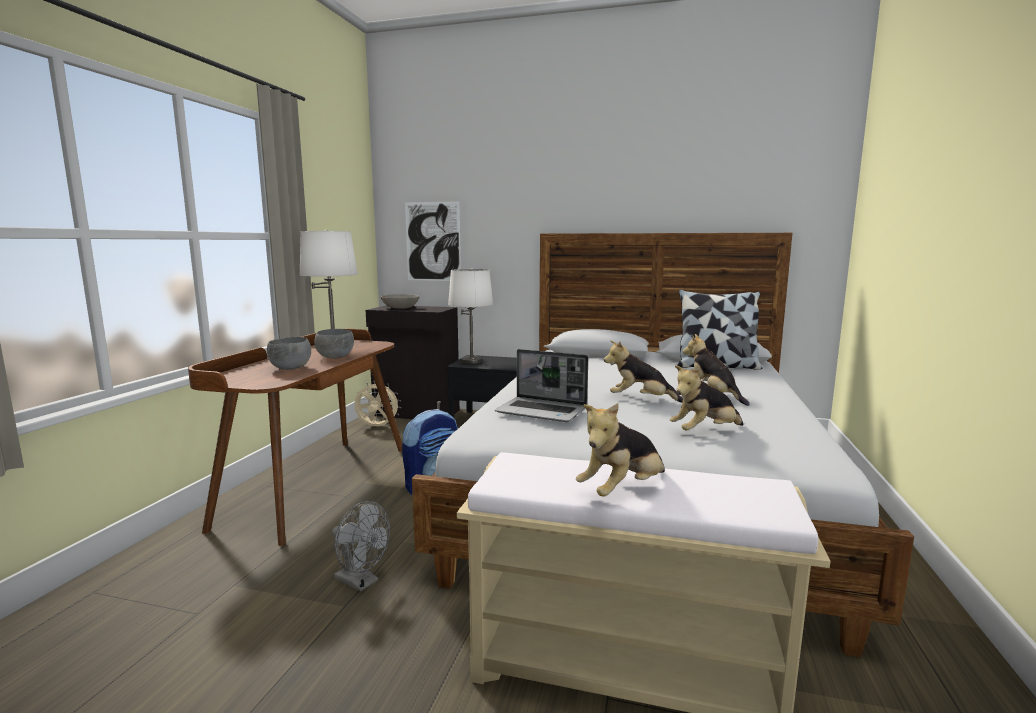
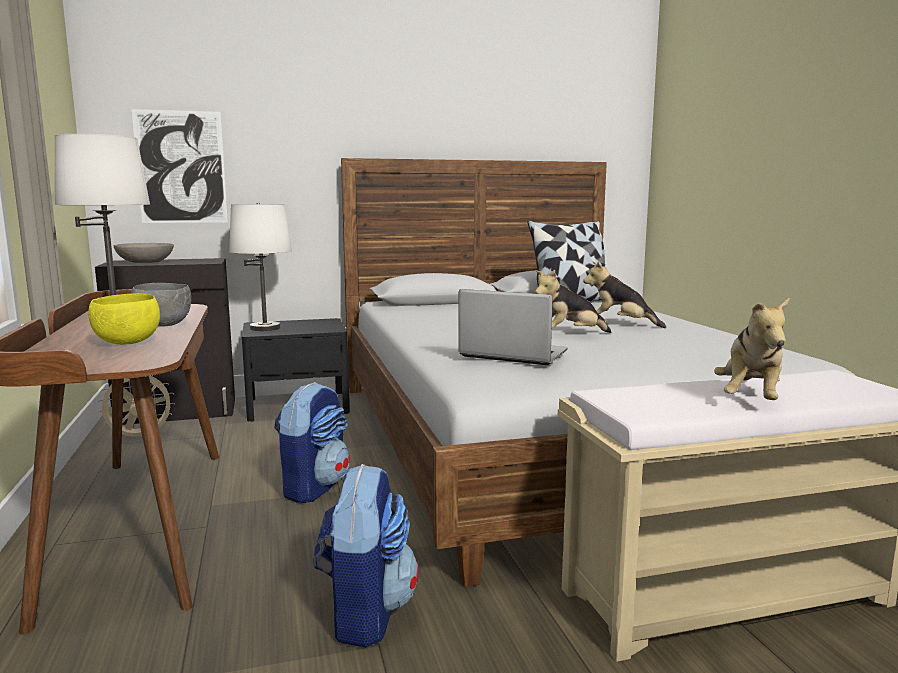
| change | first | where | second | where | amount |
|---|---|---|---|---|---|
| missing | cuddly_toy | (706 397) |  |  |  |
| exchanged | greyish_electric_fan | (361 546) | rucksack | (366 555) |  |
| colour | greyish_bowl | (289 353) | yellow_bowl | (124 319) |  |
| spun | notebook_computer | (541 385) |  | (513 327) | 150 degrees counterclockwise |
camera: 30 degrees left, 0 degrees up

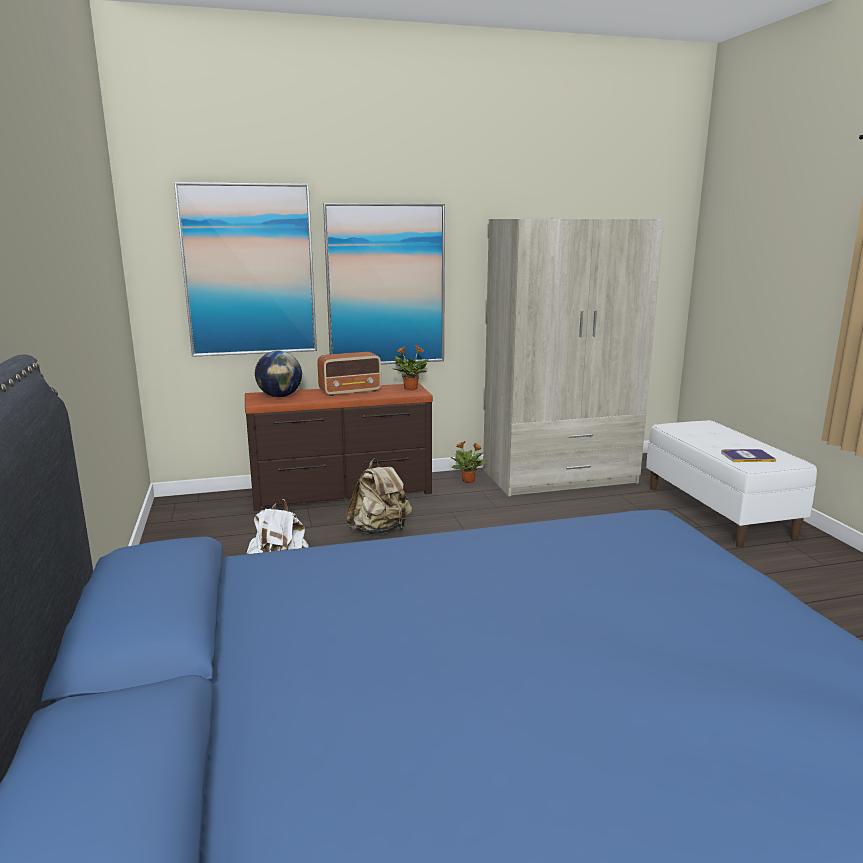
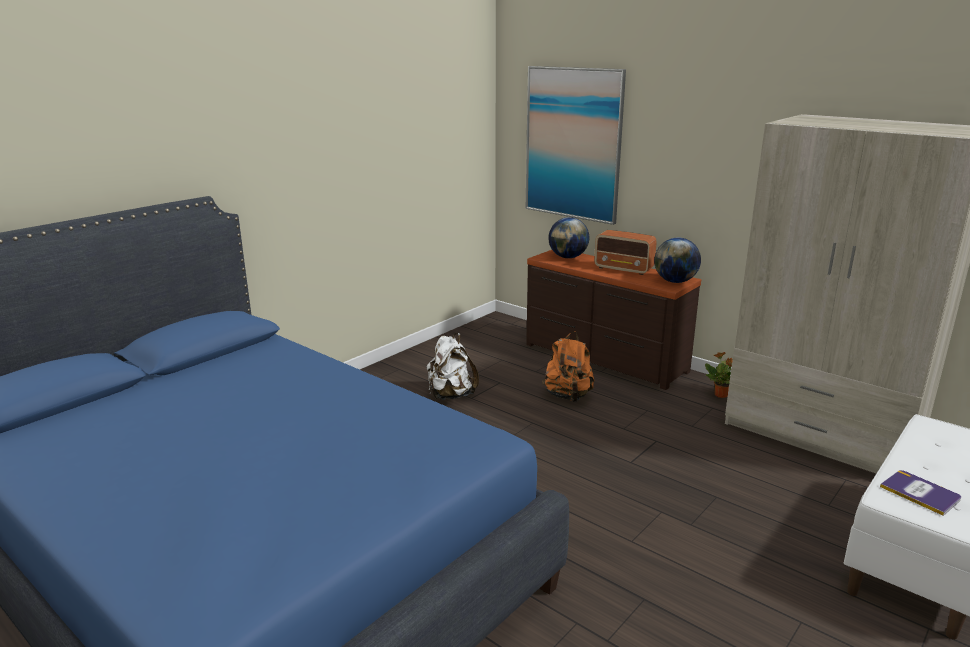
| change | first | where | second | where | amount |
|---|---|---|---|---|---|
| missing | wall_art | (384 283) |  |  |  |
| exchanged | houseplant | (410 367) | globe | (677 260) |  |
| colour | beige-coloured_rucksack | (379 496) | orange_rucksack | (568 366) |  |
camera: 55 degrees right, 5 degrees up

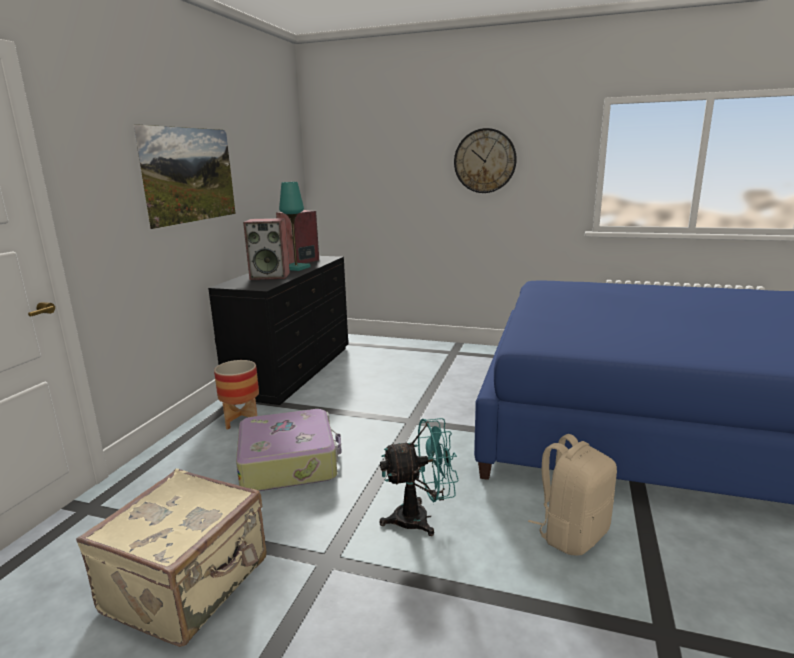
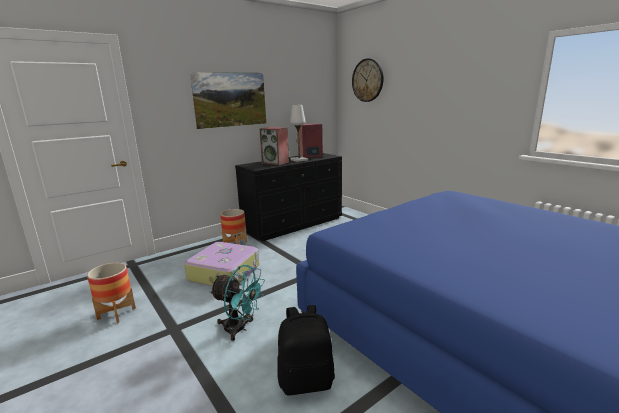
| change | first | where | second | where | amount |
|---|---|---|---|---|---|
| relocated | hanging_clock | (485 160) |  | (368 80) |  |
| exchanged | beige-coloured_travel_case | (171 558) | plant_pot | (111 293) |  |
| colour | turquoise_lamp_for_a_table | (294 226) | white_lamp_for_a_table | (299 133) |  |
| colour | beige-coloured_rucksack | (572 495) | blackish_rucksack | (306 350) |  |
camera: 35 degrees right, 0 degrees up

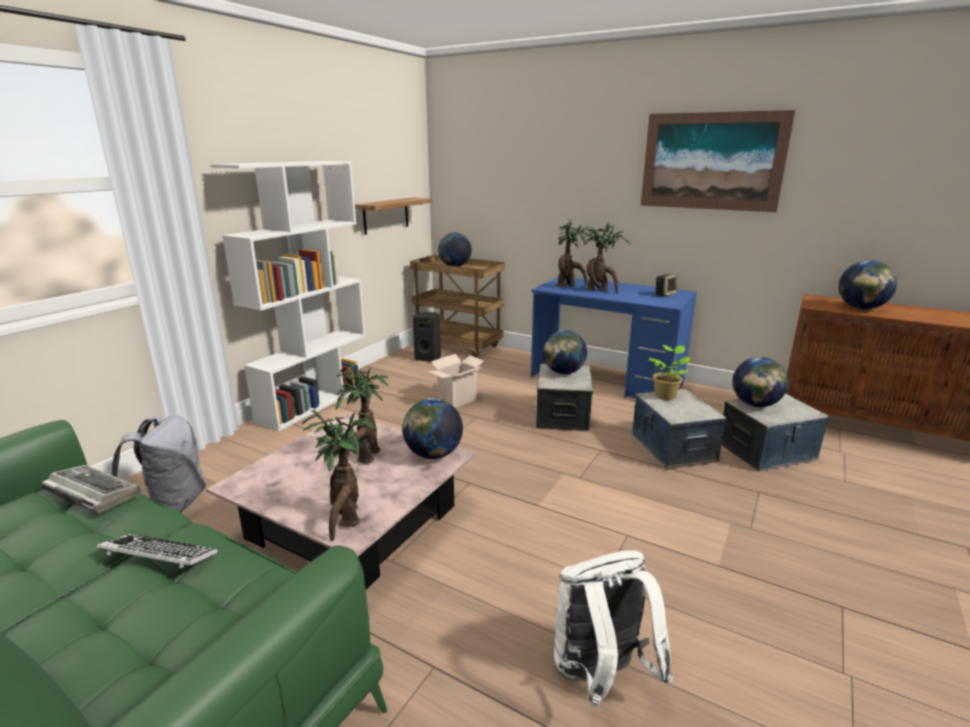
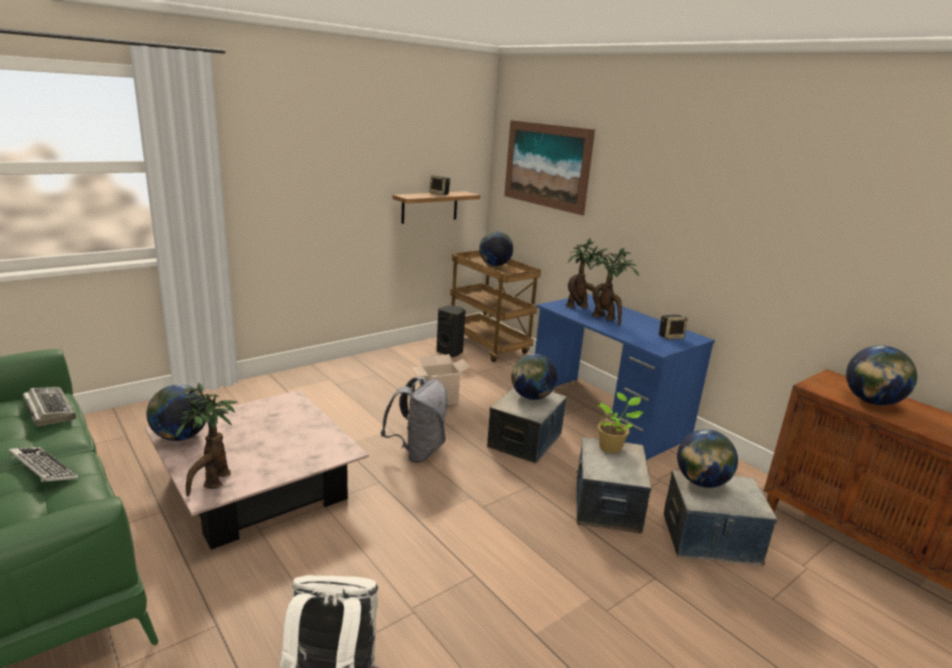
| change | first | where | second | where | amount |
|---|---|---|---|---|---|
| missing | white_bookcase | (287 296) |  |  |  |
| missing | houseplant | (362 412) |  |  |  |
| appeared |  |  | audio_speaker | (439 185) |  |
| relocated | greyish_rucksack | (158 464) |  | (414 420) |  |
| relocated | globe | (432 428) |  | (176 412) |  |
| relocated | wall_art | (718 161) |  | (549 168) |  |
camera: 20 degrees right, 0 degrees up

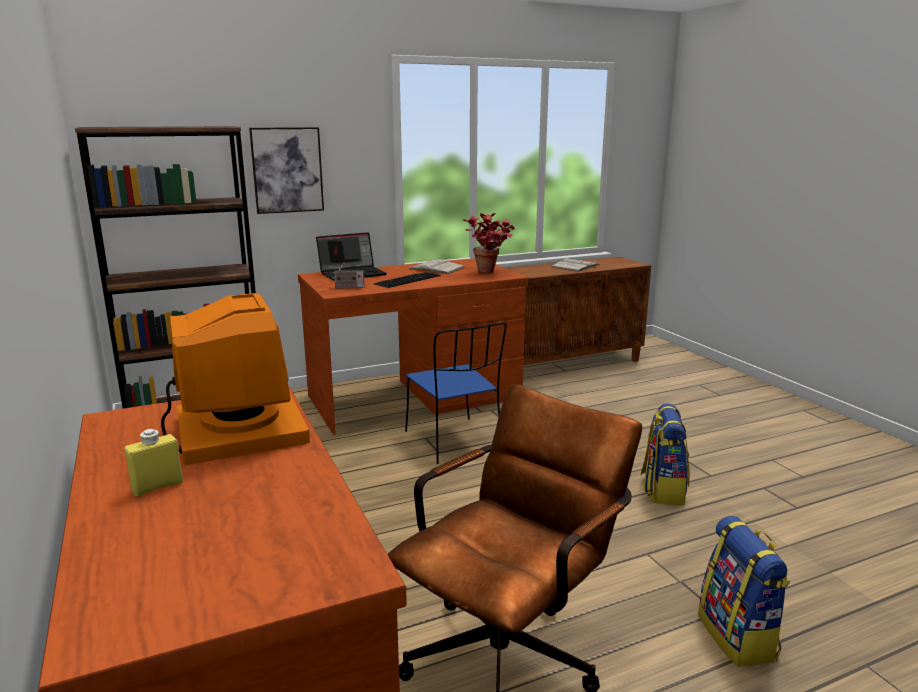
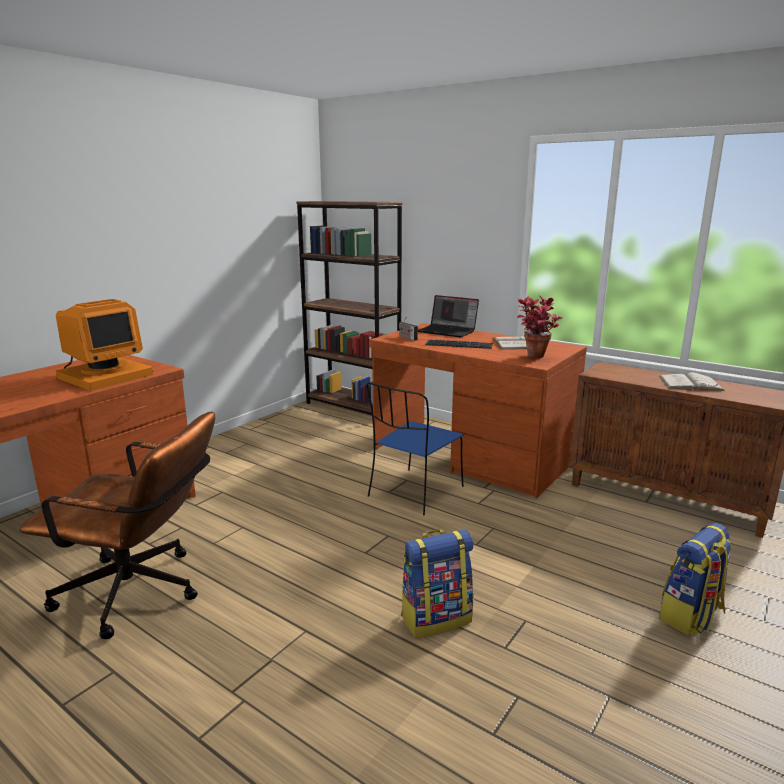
| change | first | where | second | where | amount |
|---|---|---|---|---|---|
| missing | yellow_beverage_bottle | (153 463) |  |  |  |
| missing | wall_art | (286 170) |  |  |  |
| relocated | rucksack | (744 591) |  | (695 579) |  |
camera: 60 degrees right, 0 degrees up

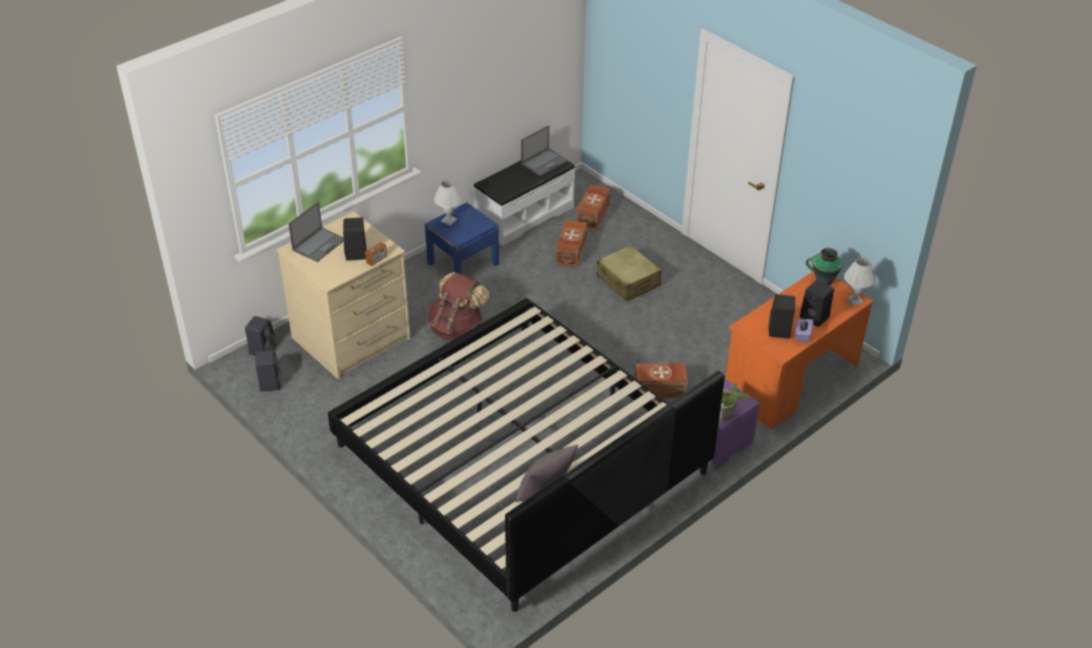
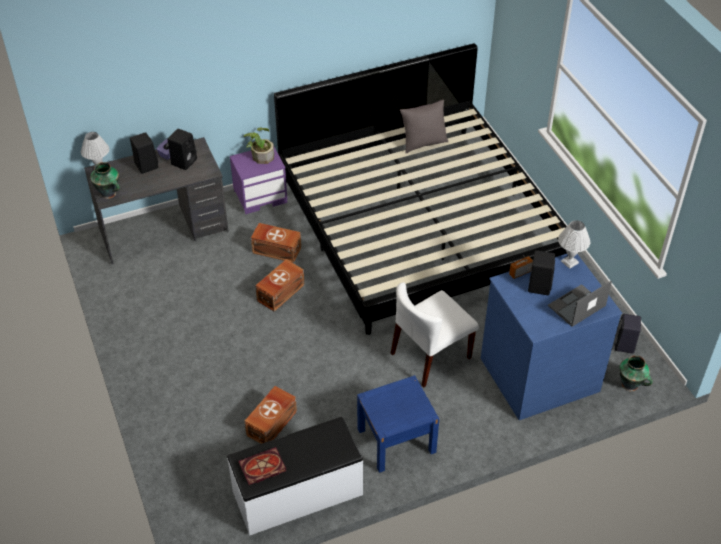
| change | first | where | second | where | amount |
|---|---|---|---|---|---|
| missing | beige-coloured_travel_case | (629 273) |  |  |  |
| relocated | white_lamp_for_a_table | (448 202) |  | (574 244) |  |
| relocated | brown-coloured_storage_box | (593 207) |  | (279 285) |  |
| exchanged | blackish_audio_speaker | (260 336) | flower_vase | (636 373) |  |
| exchanged | brown-coloured_rucksack | (458 307) | white_plain_chair | (435 335) |  |
| exchanged | notebook_computer | (544 150) | book | (262 466) |  |
| colour | beige-coloured_chest_of_drawers | (343 295) | blue_chest_of_drawers | (551 337) |  |
| colour | orange_desk | (799 350) | greyish_desk | (156 200) |  |
camera: 160 degrees left, 5 degrees up

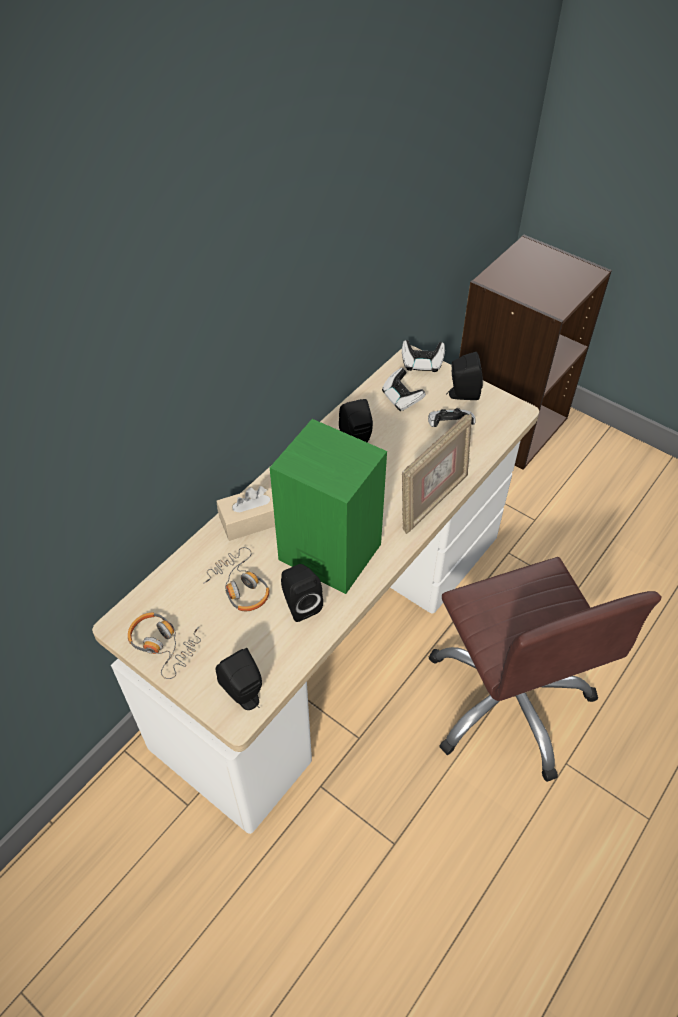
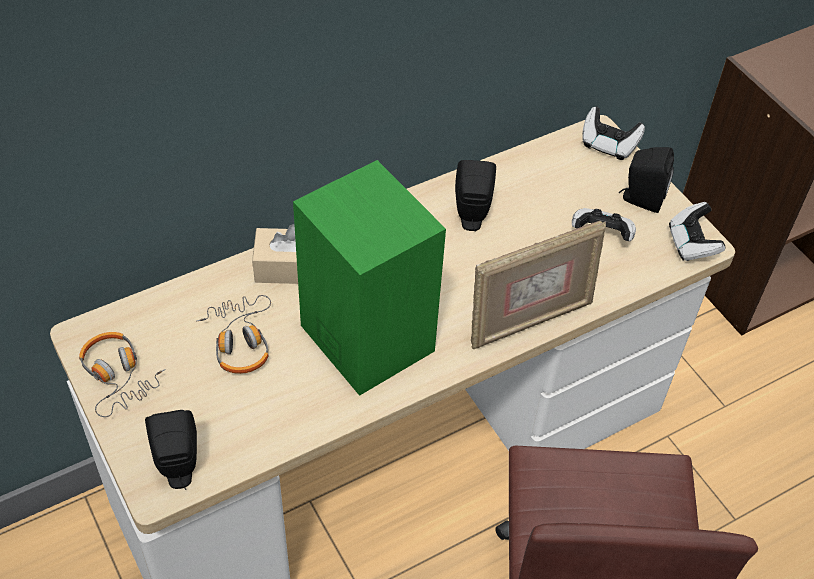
| change | first | where | second | where | amount |
|---|---|---|---|---|---|
| missing | blackish_audio_speaker | (302 593) |  |  |  |
| relocated | gamepad | (404 390) |  | (697 231) |  |
camera: 20 degrees right, 0 degrees up

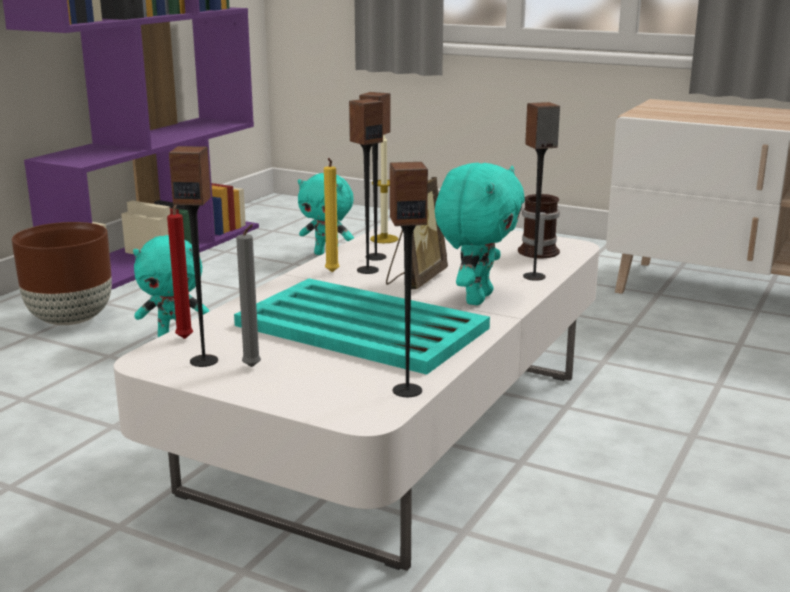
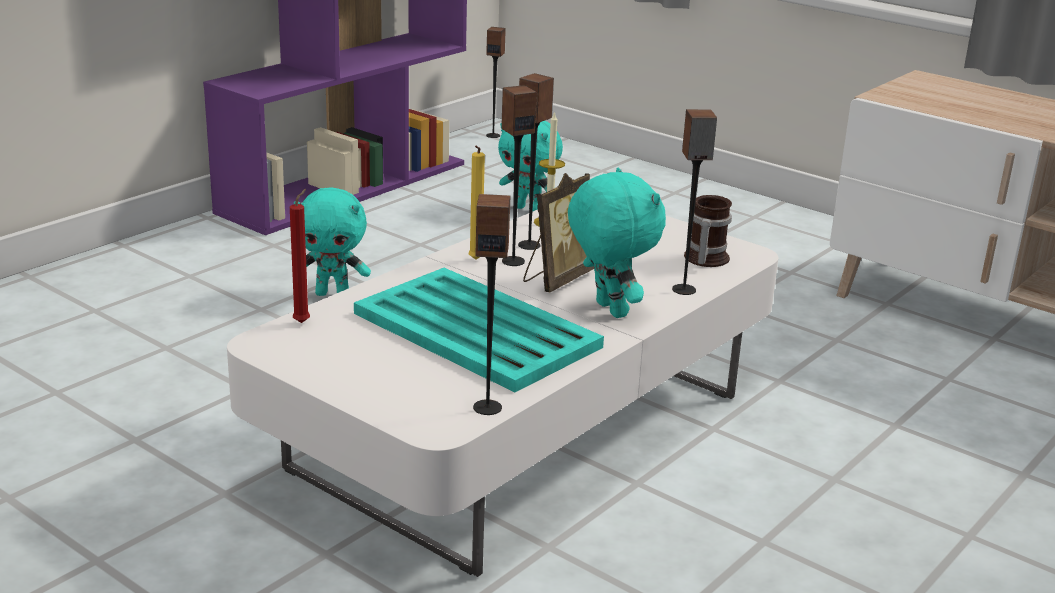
| change | first | where | second | where | amount |
|---|---|---|---|---|---|
| missing | brown-coloured_plant_pot | (62 273) |  |  |  |
| missing | greyish_wax_candle | (248 295) |  |  |  |
| relocated | audio_speaker | (193 256) |  | (496 82) |  |
| spun | turquoise_cuddly_toy | (480 234) |  | (617 243) | 60 degrees counterclockwise |
camera: 10 degrees right, 5 degrees up

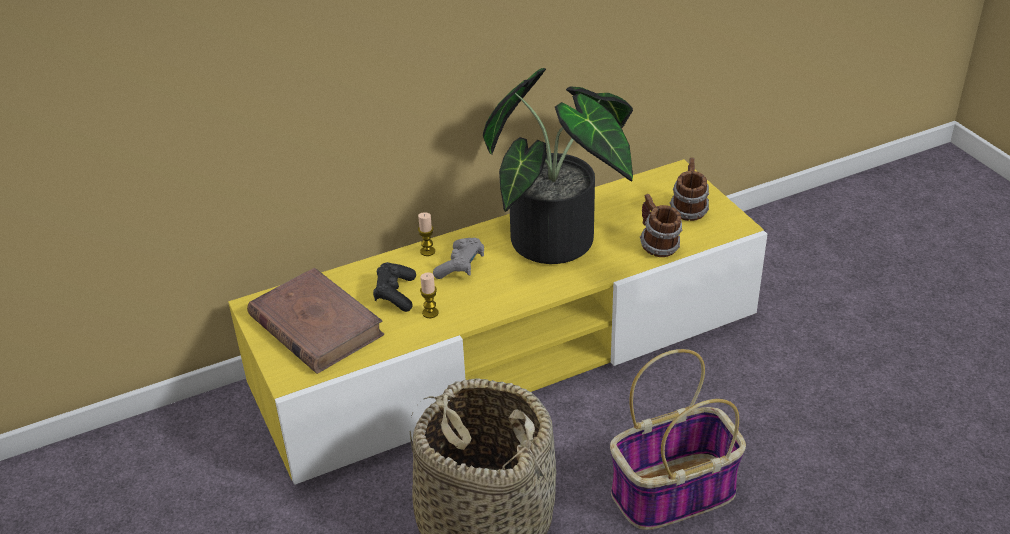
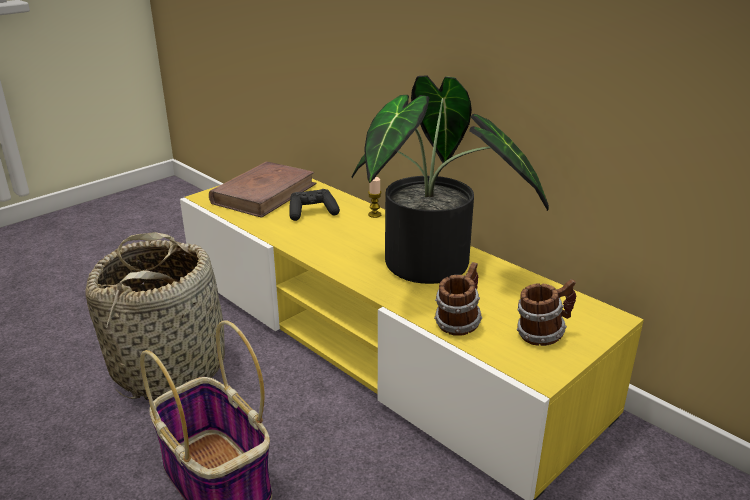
| change | first | where | second | where | amount |
|---|---|---|---|---|---|
| missing | wax_candle | (429 295) |  |  |  |
| missing | greyish_gamepad | (458 258) |  |  |  |
camera: 70 degrees right, 10 degrees down

